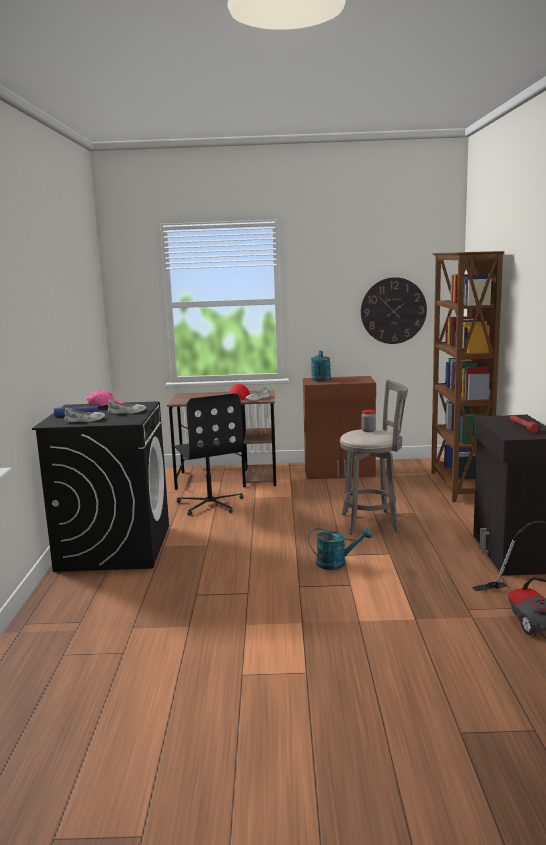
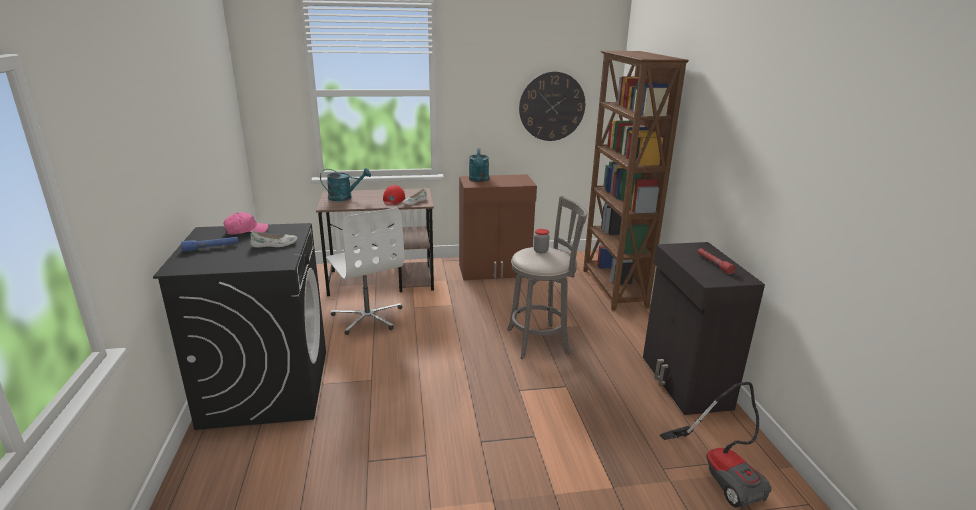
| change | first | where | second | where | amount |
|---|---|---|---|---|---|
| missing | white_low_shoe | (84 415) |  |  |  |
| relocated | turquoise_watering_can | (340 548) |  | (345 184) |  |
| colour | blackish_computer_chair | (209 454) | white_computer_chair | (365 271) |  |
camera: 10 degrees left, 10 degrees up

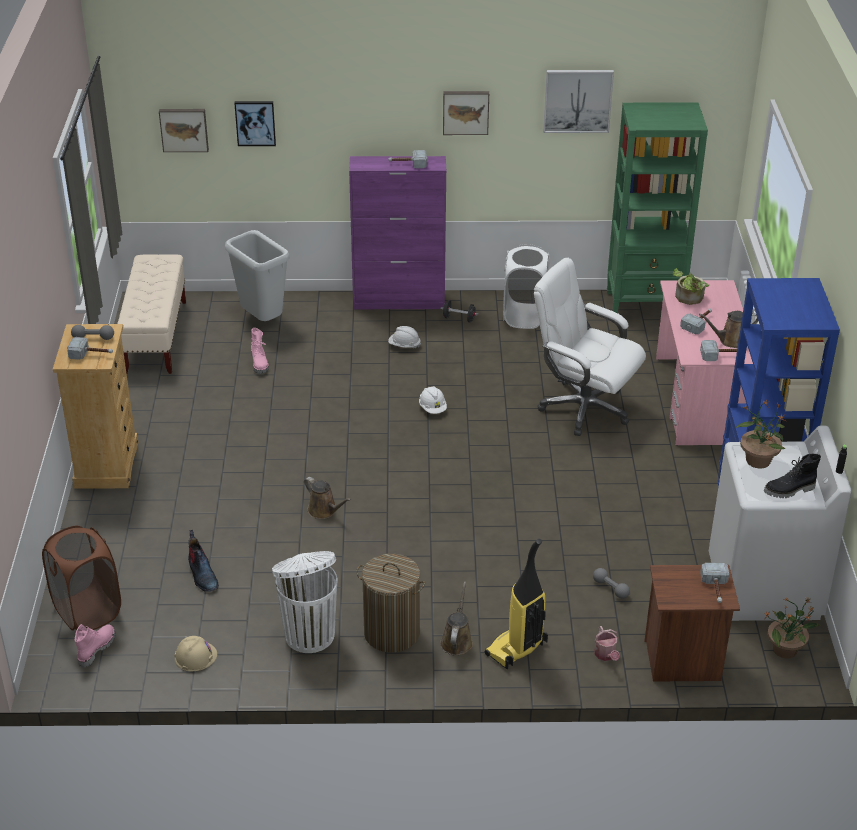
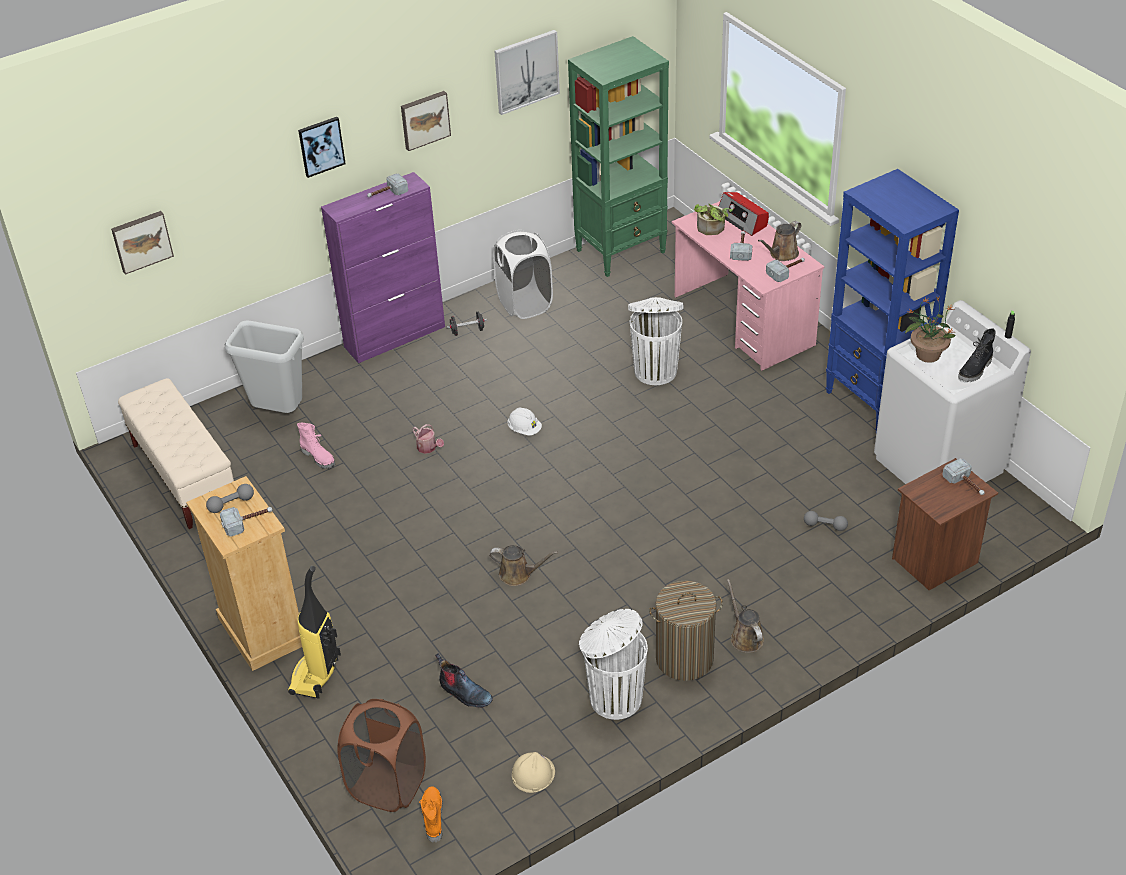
| change | first | where | second | where | amount |
|---|---|---|---|---|---|
| missing | white_work_helmet | (404 337) |  |  |  |
| missing | houseplant | (793 628) |  |  |  |
| appeared |  |  | radio_set | (743 214) |  |
| relocated | wall_art | (255 123) |  | (322 147) |  |
| relocated | vacuum_cleaner | (516 604) |  | (314 632) |  |
| relocated | watering_can | (607 643) |  | (428 439) |  |
| exchanged | white_computer_chair | (590 346) | white_trash_can | (656 341) |  |
| colour | pinkish_high-top_boot | (95 646) | orange_high-top_boot | (431 814) |  |
camera: 30 degrees left, 5 degrees up

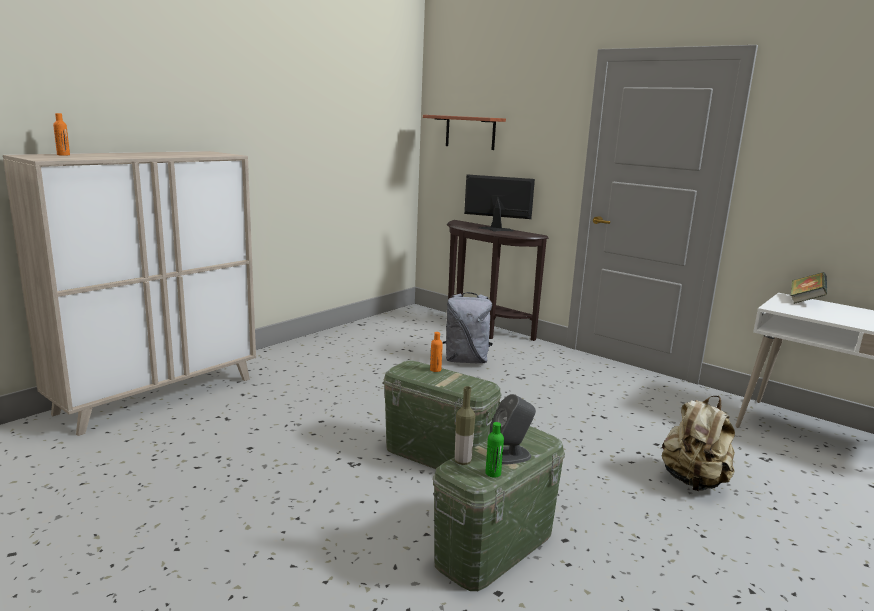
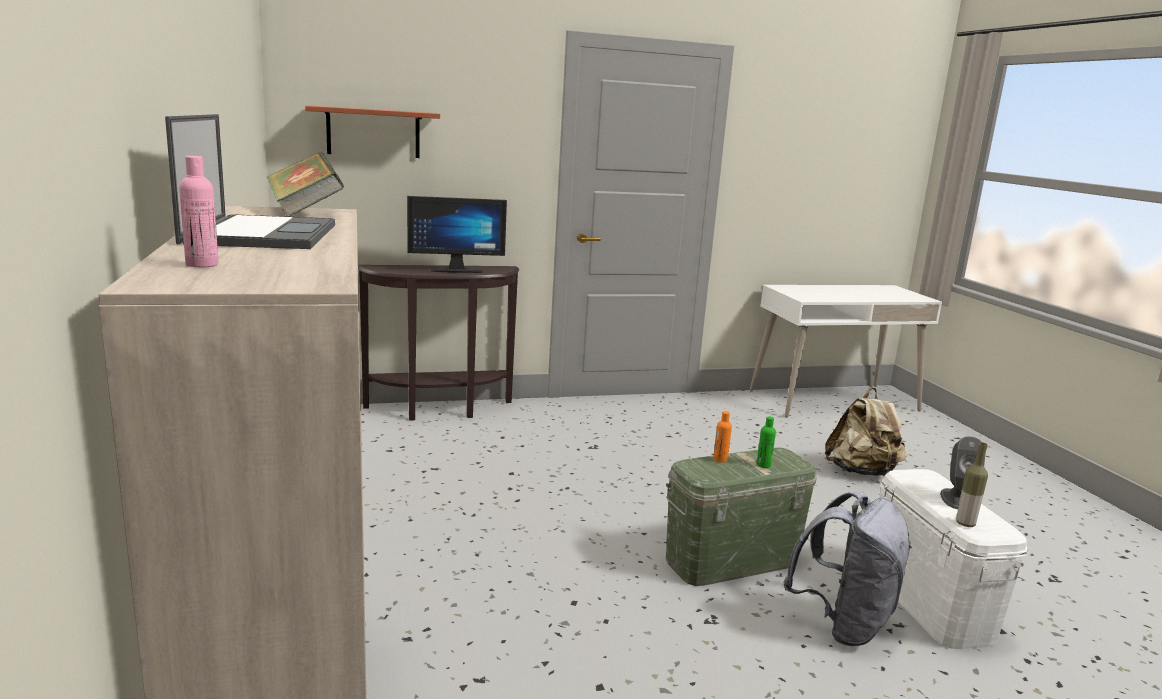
| change | first | where | second | where | amount |
|---|---|---|---|---|---|
| appeared |  |  | notebook_computer | (250 181) |  |
| relocated | greyish_rucksack | (468 328) |  | (847 569) |  |
| relocated | green_beverage_bottle | (494 450) |  | (766 442) |  |
| relocated | book | (808 288) |  | (305 184) |  |
| colour | orange_beverage_bottle | (61 134) | pinkish_beverage_bottle | (199 212) |  |
| colour | green_storage_box | (499 508) | white_storage_box | (954 559) |  |
| spun | computer_display | (499 203) |  | (457 234) | 150 degrees counterclockwise |
camera: 55 degrees left, 0 degrees up

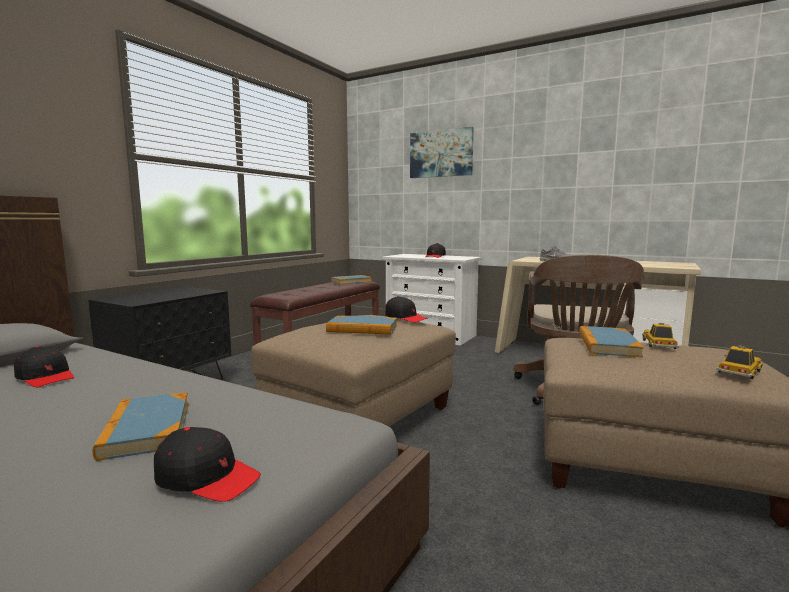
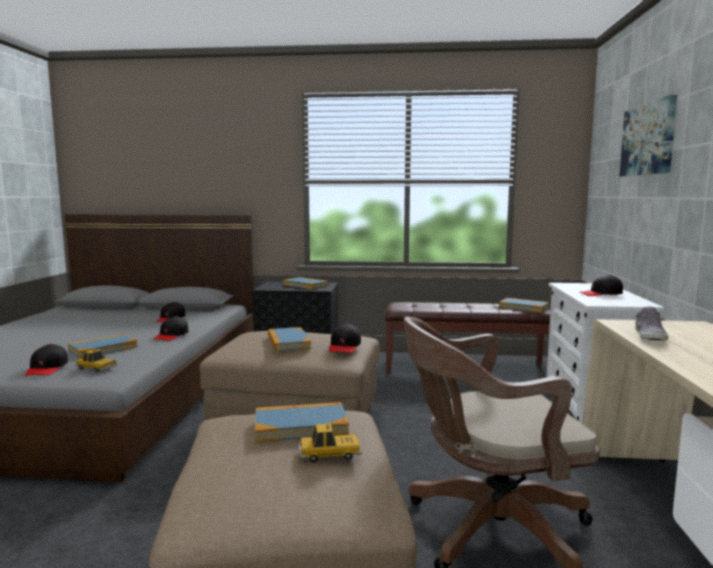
| change | first | where | second | where | amount |
|---|---|---|---|---|---|
| appeared |  |  | blackish_baseball_cap | (171 328) |  |
| appeared |  |  | book | (306 283) |  |
| relocated | miniature_car | (739 362) |  | (96 360) |  |
camera: 65 degrees right, 0 degrees up

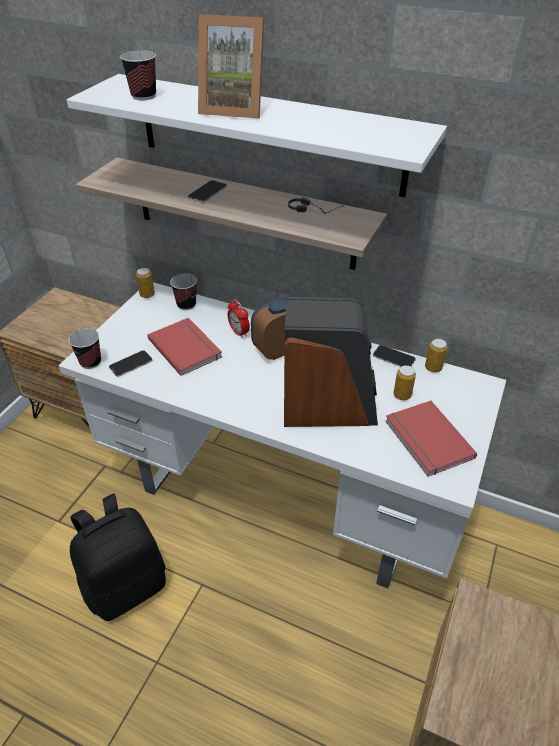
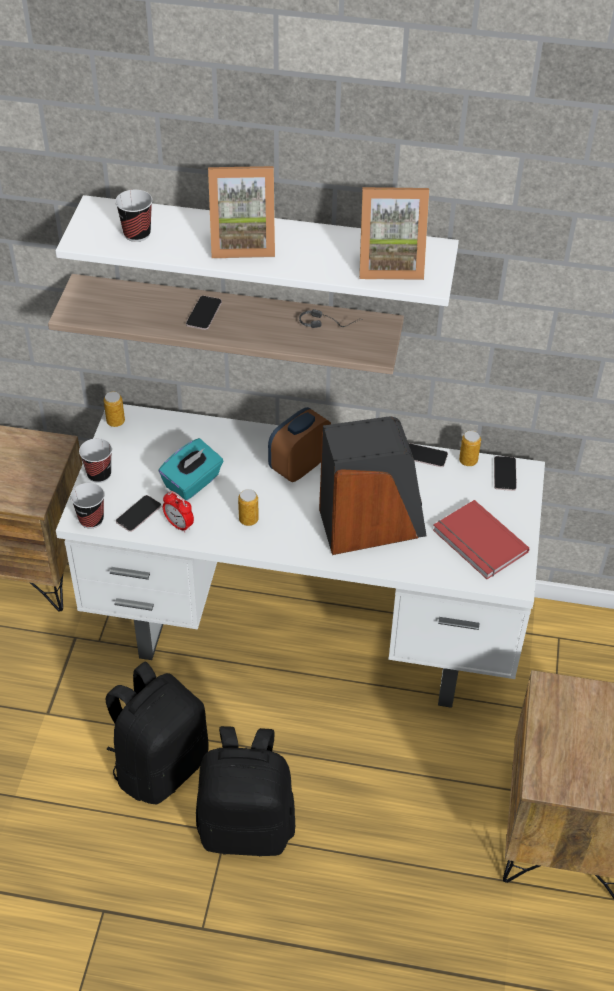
| change | first | where | second | where | amount |
|---|---|---|---|---|---|
| appeared |  |  | blackish_rucksack | (245 791) |  |
| appeared |  |  | photo_frame | (394 233) |  |
| appeared |  |  | telephone | (505 473) |  |
| relocated | cup | (183 292) |  | (95 460) |  |
| relocated | alarm_clock | (239 318) |  | (178 512) |  |
| relocated | can | (404 382) |  | (248 507) |  |
| exchanged | reddish_book | (184 347) | turquoise_box_of_tissues | (190 469) |  |
camera: 15 degrees left, 5 degrees up

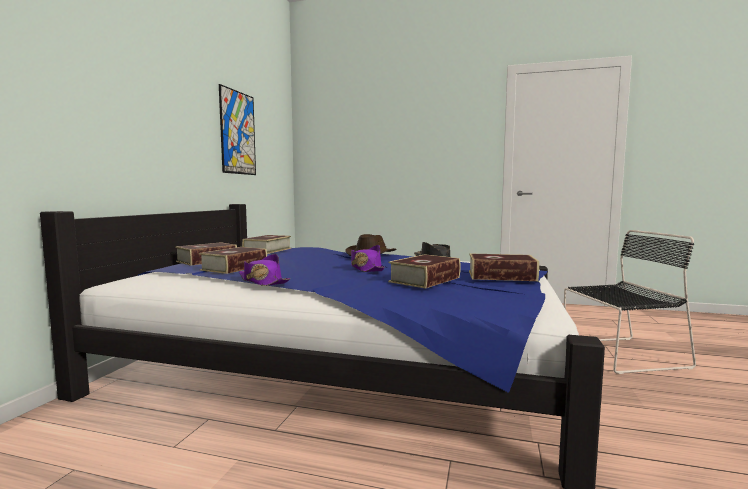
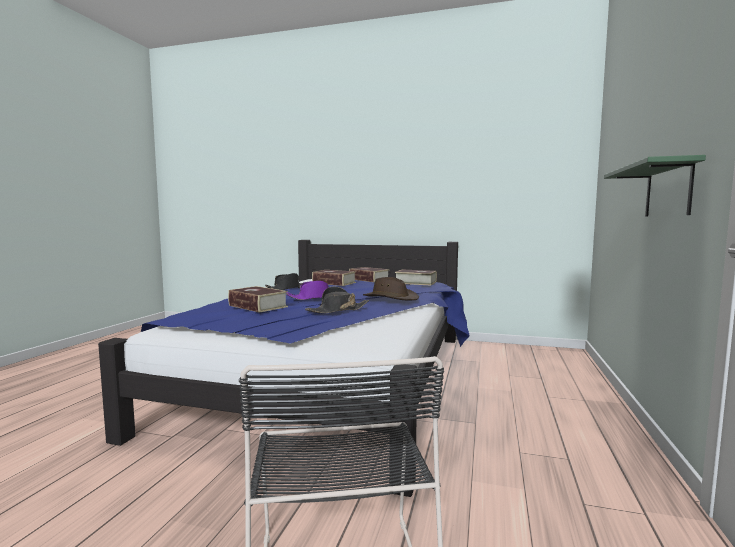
| change | first | where | second | where | amount |
|---|---|---|---|---|---|
| missing | wall_art | (237 129) |  |  |  |
| missing | book | (504 267) |  |  |  |
| appeared |  |  | green_bracket_shelf | (655 186) |  |
| colour | purple-coloured_hat | (264 270) | blackish_hat | (283 281) |  |
camera: 90 degrees right, 0 degrees up

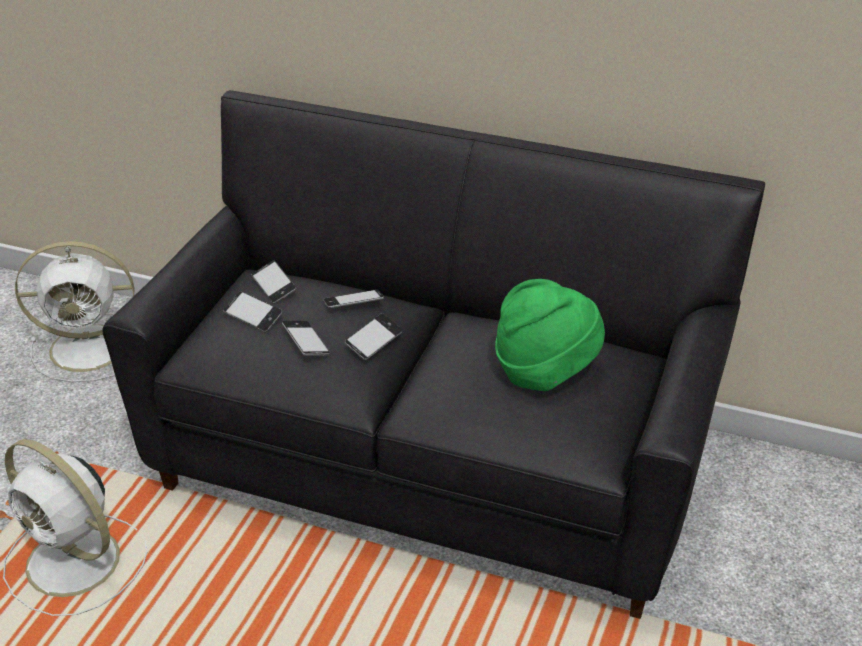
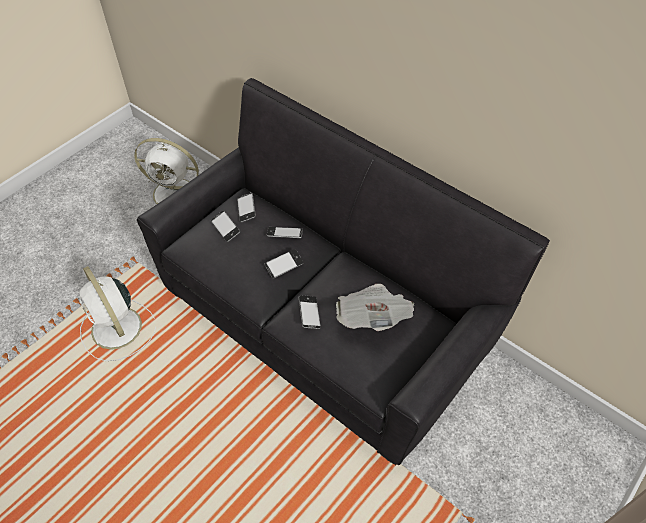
| change | first | where | second | where | amount |
|---|---|---|---|---|---|
| relocated | telephone | (306 338) |  | (310 312) |  |
| exchanged | green_hat | (550 335) | newspaper | (375 307) |  |
camera: 20 degrees right, 15 degrees up

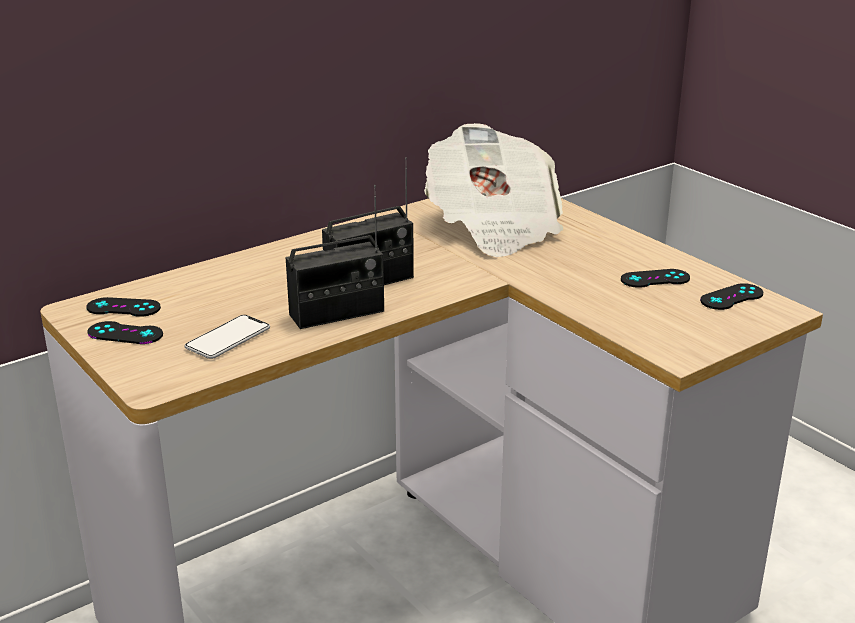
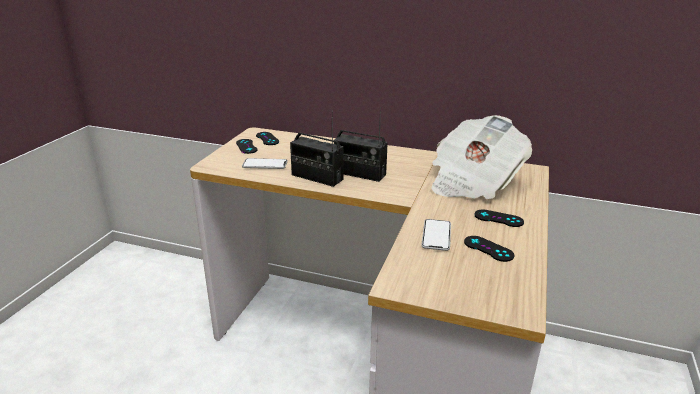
| change | first | where | second | where | amount |
|---|---|---|---|---|---|
| appeared |  |  | telephone | (436 235) |  |
| relocated | blackish_gamepad | (731 296) |  | (499 218) |  |
camera: 55 degrees right, 0 degrees up

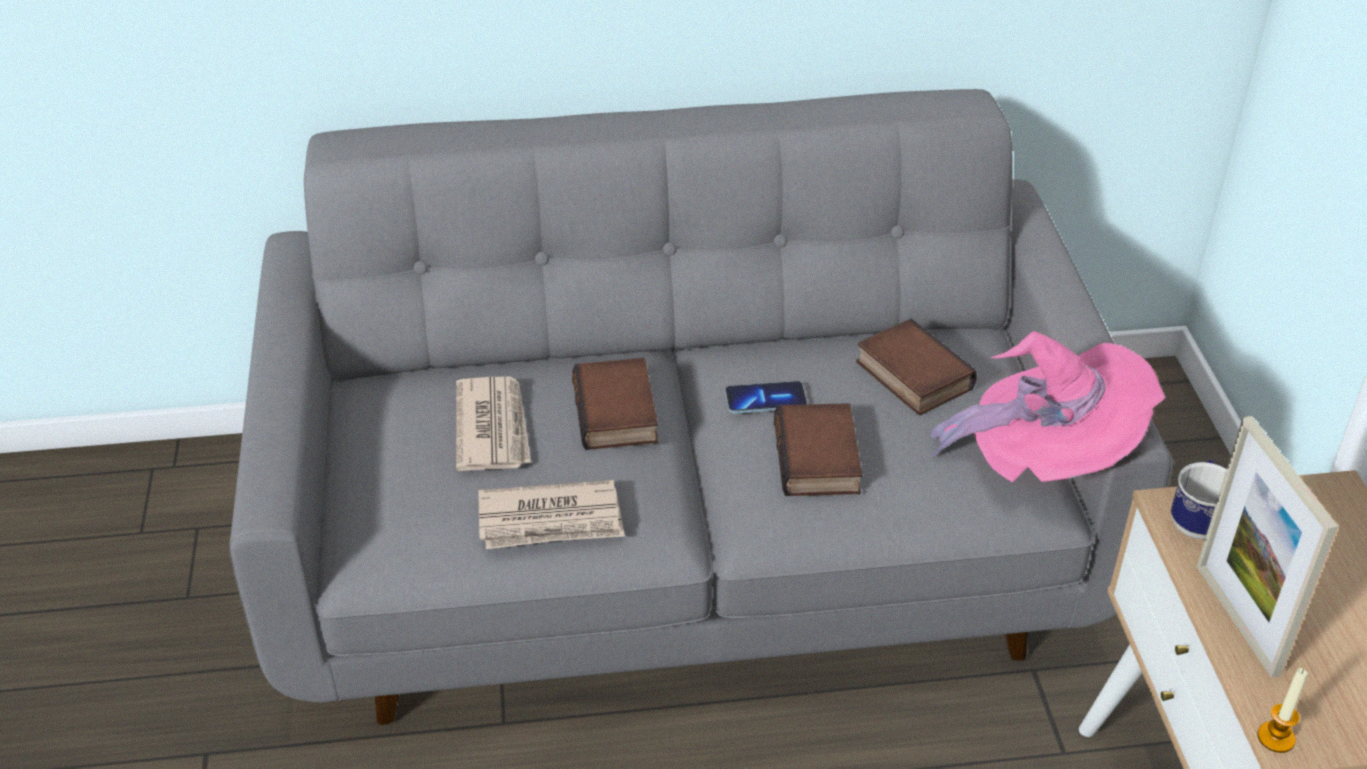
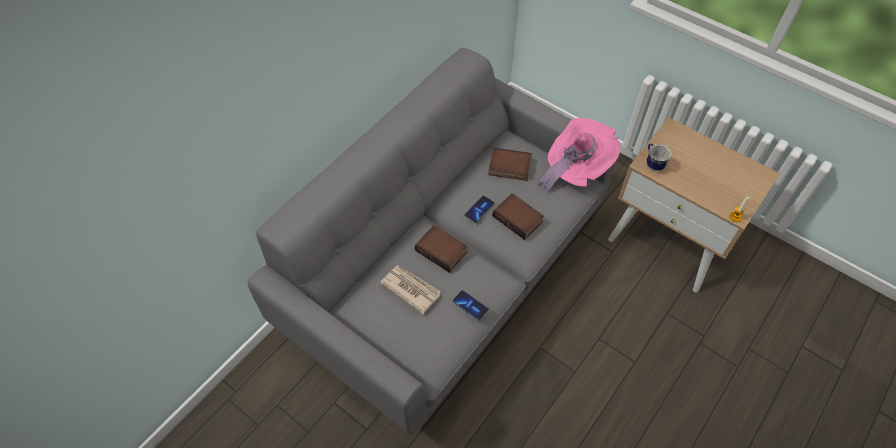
| change | first | where | second | where | amount |
|---|---|---|---|---|---|
| missing | photo_frame | (1267 547) |  |  |  |
| exchanged | newspaper | (552 514) | telephone | (471 305) |  |
camera: 45 degrees left, 15 degrees up

